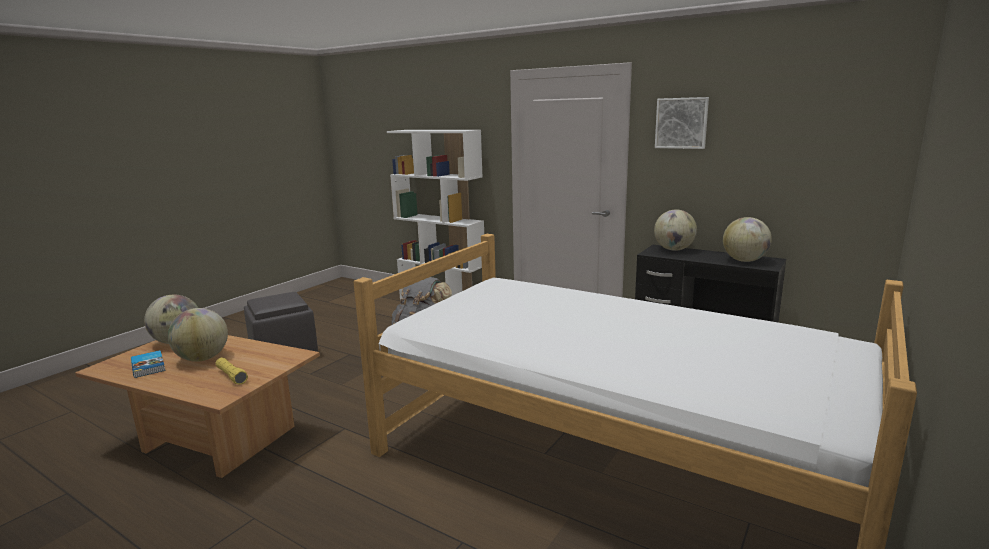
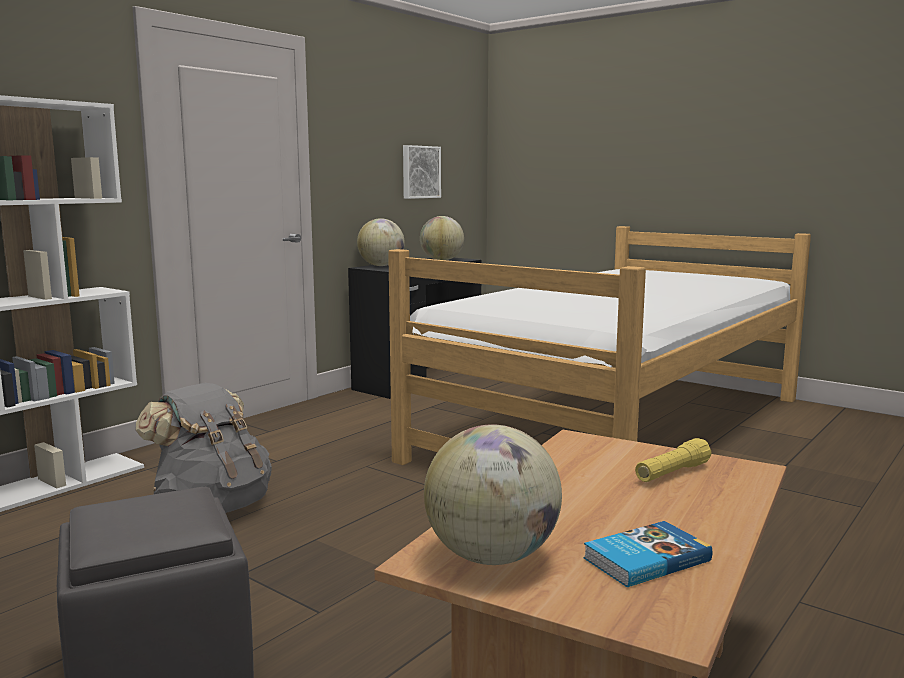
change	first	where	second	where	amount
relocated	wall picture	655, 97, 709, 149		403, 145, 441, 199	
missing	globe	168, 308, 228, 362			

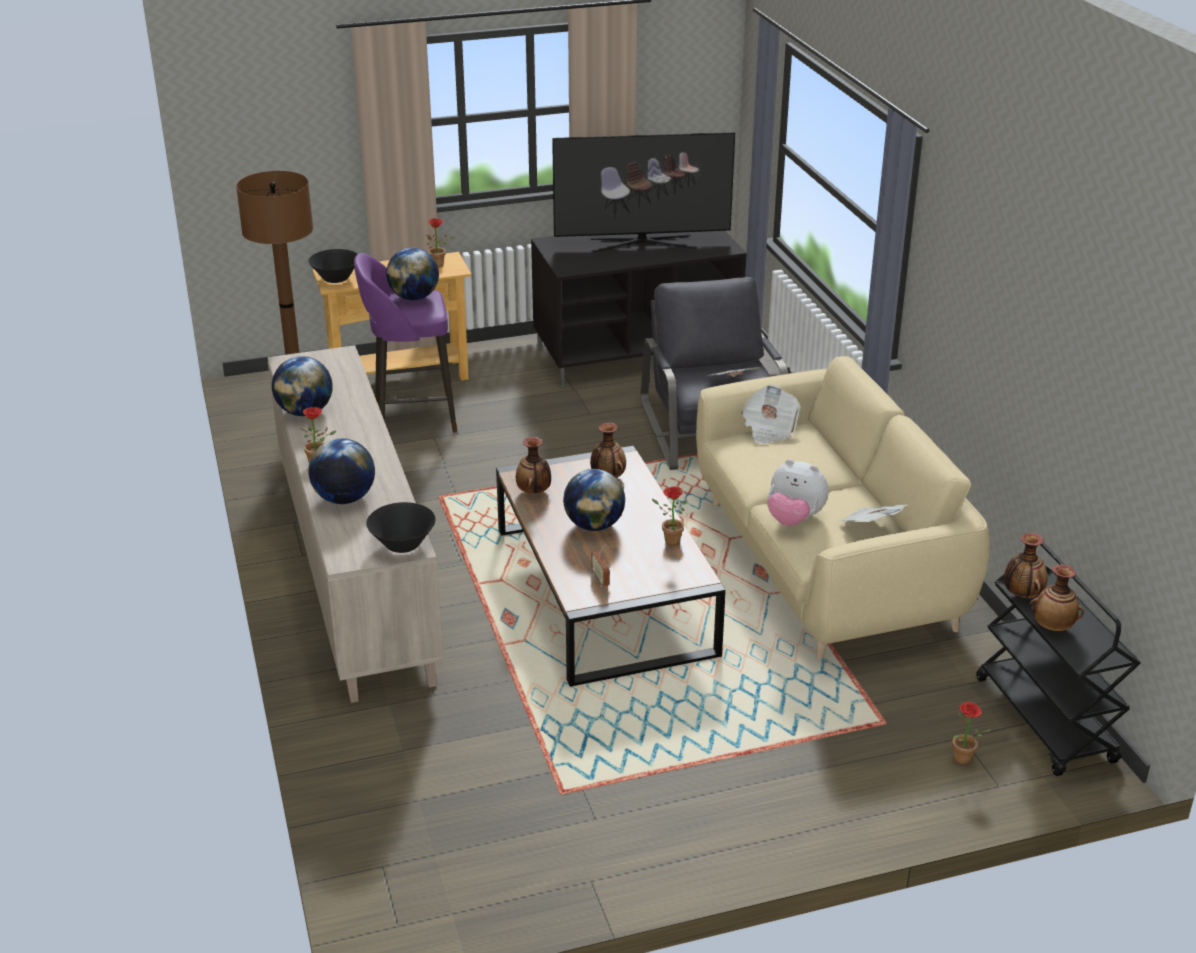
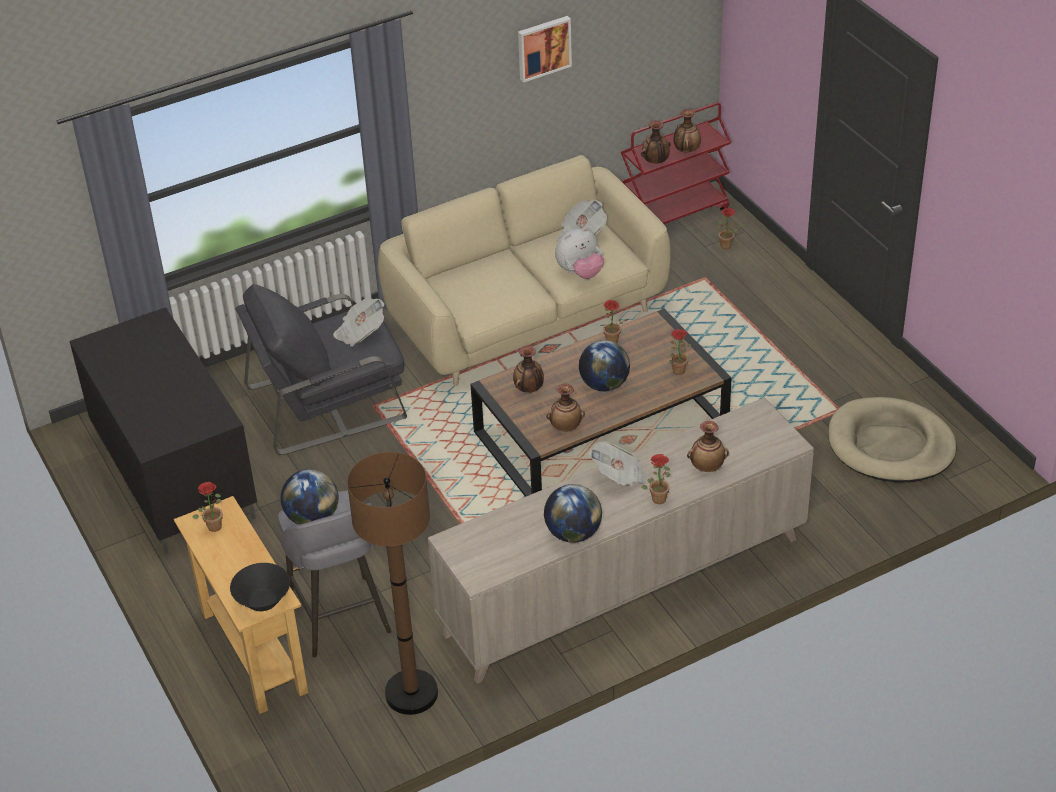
change	first	where	second	where	amount
colour	stool (purple-coloured)	354, 253, 457, 433	stool (gray)	278, 490, 392, 658	
appeared			wall picture	518, 16, 572, 83	
spun	plush toy	767, 459, 829, 526		555, 227, 604, 279	45 degrees clockwise
relocated	daily paper	741, 385, 801, 444		589, 441, 649, 486	
colour	wheeled cart (black-coloured)	976, 542, 1141, 776	wheeled cart (reddish)	621, 102, 731, 224	
exchanged	radio set	591, 544, 610, 587	houseplant	669, 329, 691, 375	
exchanged	globe	309, 438, 375, 504	flower vase	687, 421, 729, 472	
appeared			dog cushion (sand-coloured)	828, 397, 957, 482	
missing	serving bowl (black-coloured)	366, 502, 436, 553			
missing	television	552, 132, 735, 252			

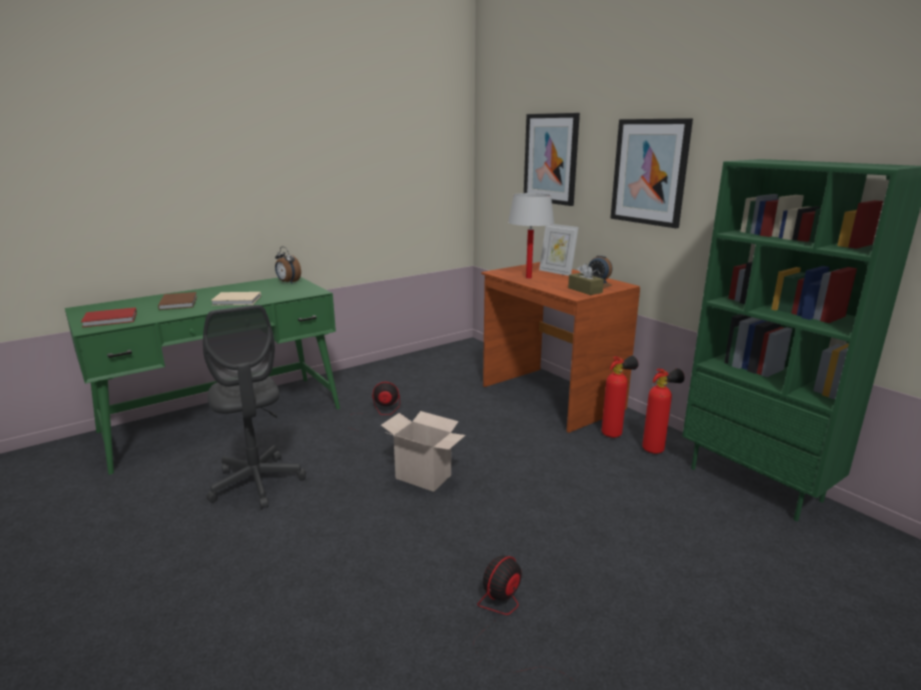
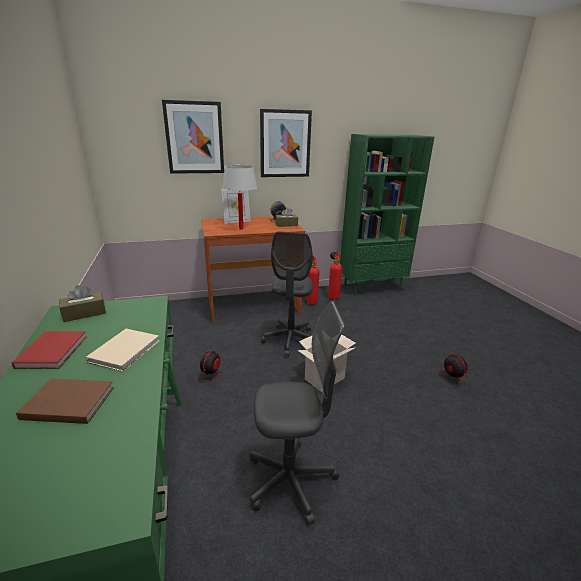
change	first	where	second	where	amount
relocated	volume (reddish)	81, 307, 137, 327		12, 331, 87, 369	
exchanged	table clock	275, 247, 301, 284	tissue holder (brownish)	59, 285, 106, 322	
appeared			office chair (gray)	261, 231, 313, 357	

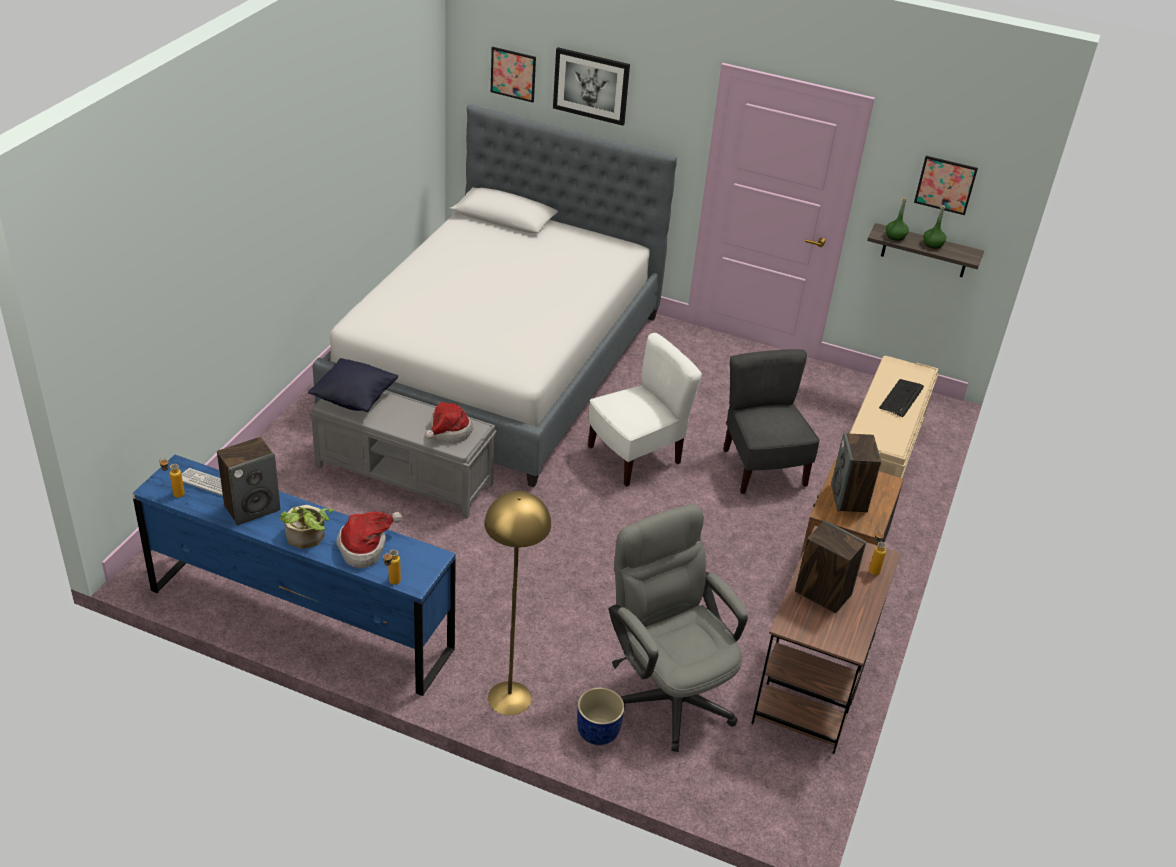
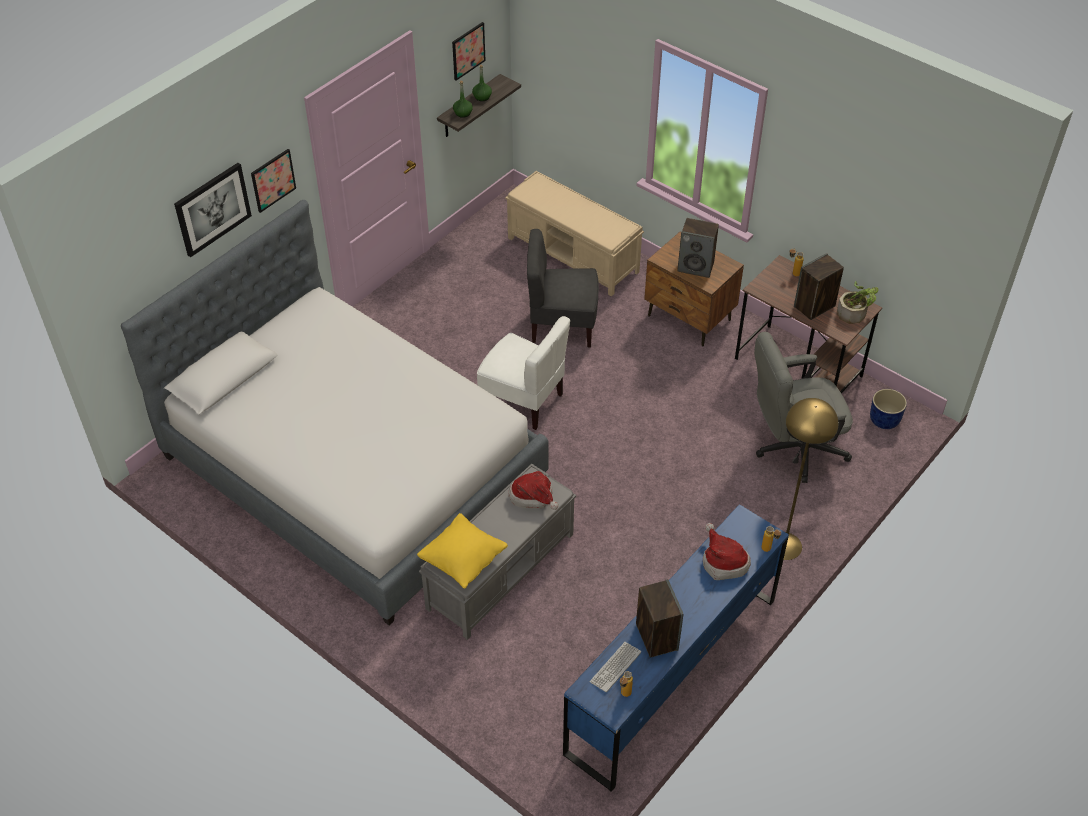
change	first	where	second	where	amount
relocated	wall picture	491, 47, 536, 102		251, 149, 296, 213	
colour	throw pillow (black-coloured)	308, 358, 398, 412	throw pillow (yellow)	417, 513, 508, 589	
spun	chair (whitish)	588, 333, 702, 486		477, 316, 570, 430	135 degrees clockwise
relocated	houseplant	280, 505, 334, 549		837, 281, 878, 324	
relocated	plant pot (blue)	577, 687, 625, 745		870, 389, 907, 429	
missing	keyboard	879, 379, 924, 417			

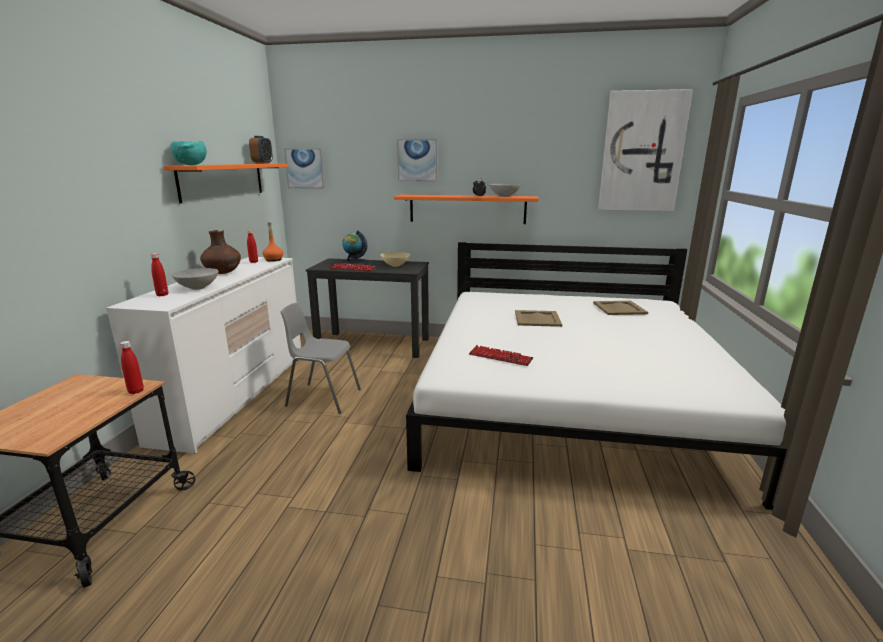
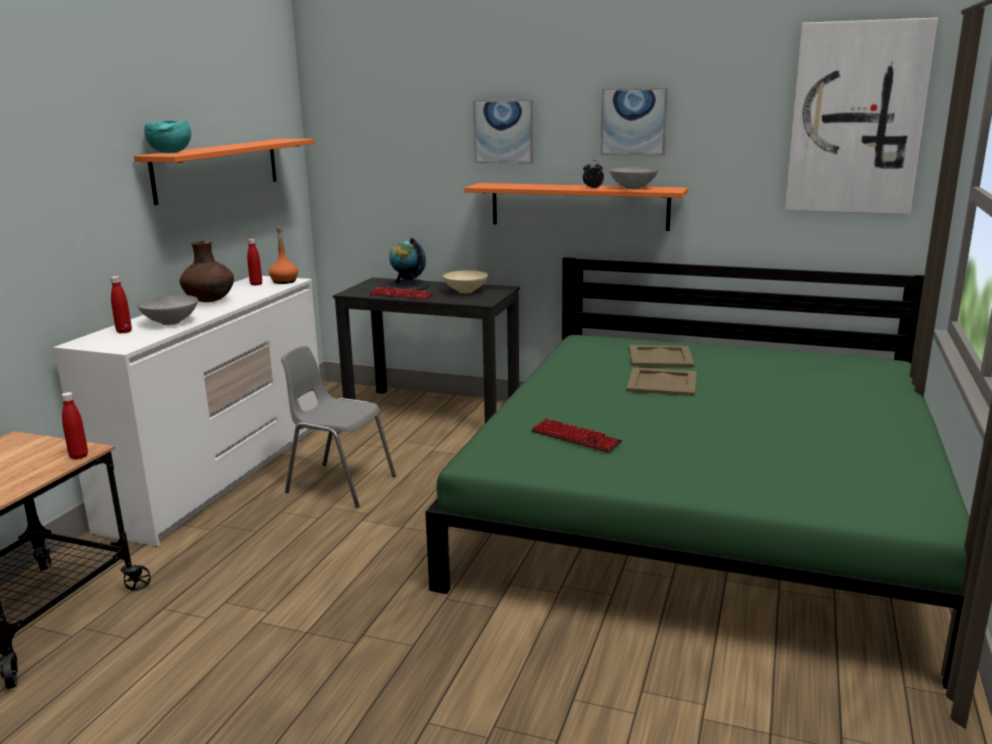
change	first	where	second	where	amount
colour	sleeping bed (whitish)	406, 242, 787, 510	sleeping bed (greenish)	425, 257, 970, 689	
relocated	wall picture	284, 148, 325, 189		601, 88, 668, 156	
relocated	serving tray (sand-coloured)	593, 301, 648, 315		629, 345, 694, 367	
missing	table clock	249, 136, 273, 164			

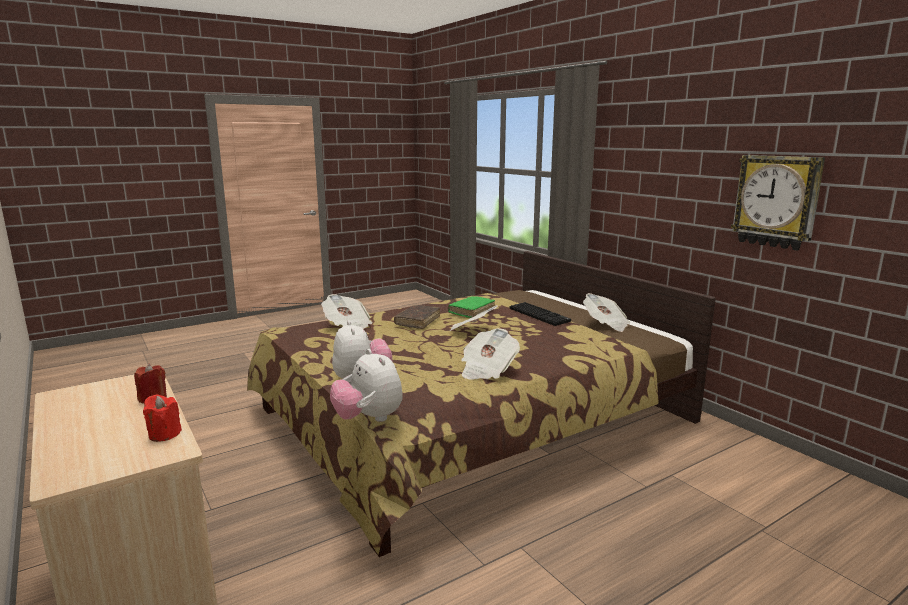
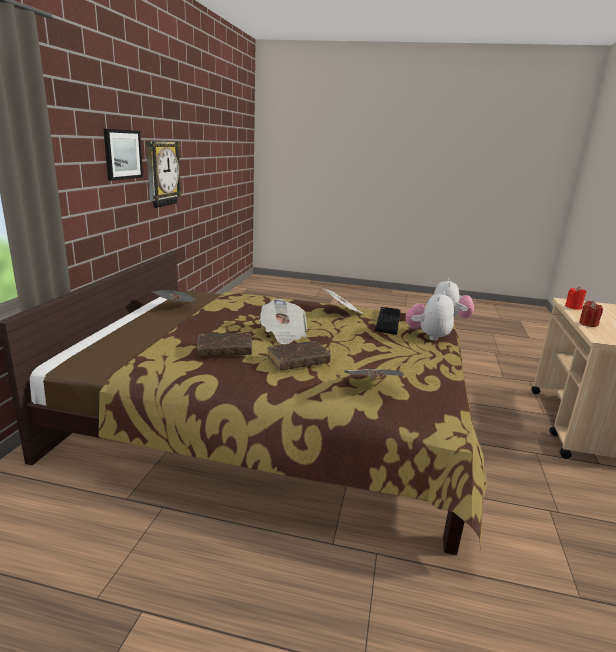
change	first	where	second	where	amount
appeared			wall picture	103, 129, 143, 181	
colour	volume (greenish)	448, 296, 495, 318	volume (brownish)	197, 333, 252, 357	
relocated	keyboard	510, 302, 571, 326		375, 307, 400, 335	

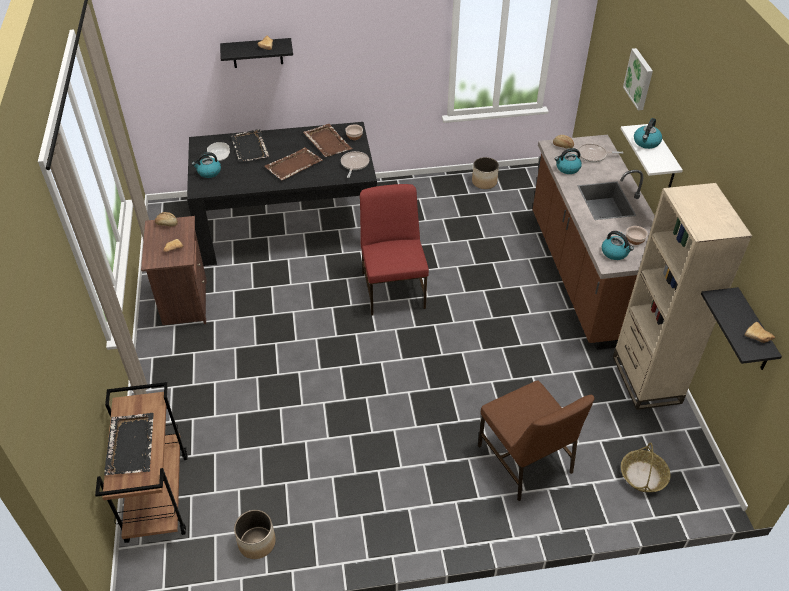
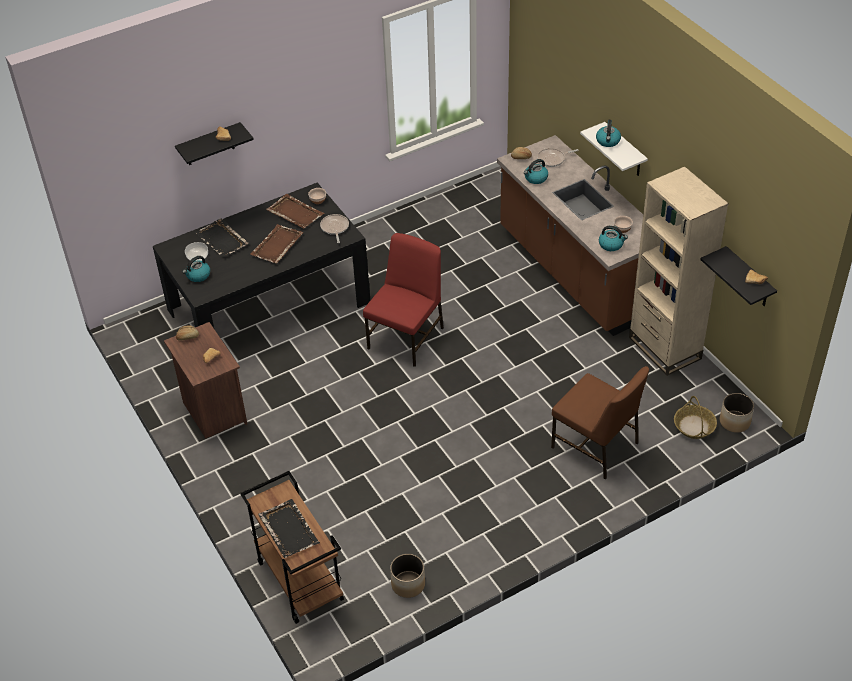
change	first	where	second	where	amount
spun	chair (reddish)	360, 184, 429, 316		363, 233, 444, 367	60 degrees clockwise
relocated	plant pot	472, 157, 499, 189		720, 393, 754, 433	
missing	wall picture	623, 48, 653, 110			

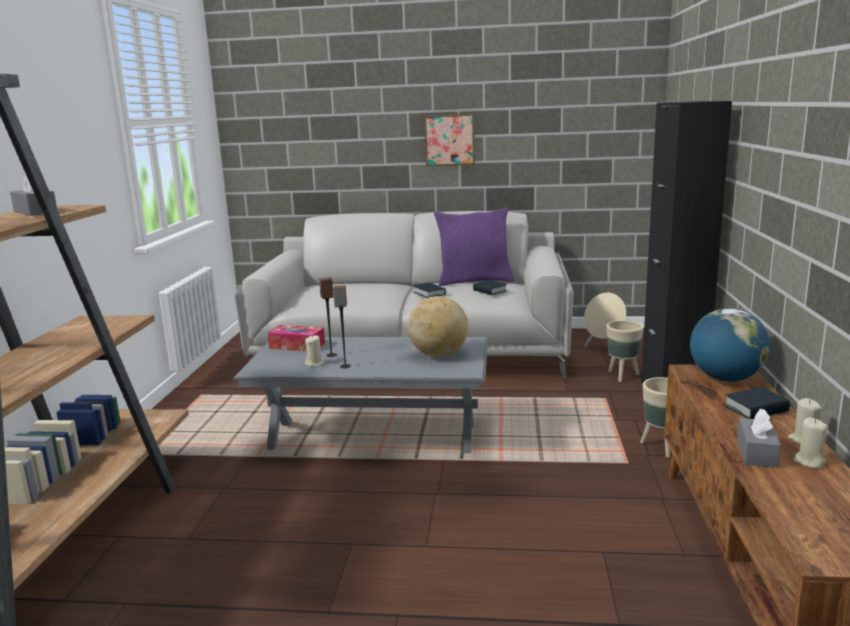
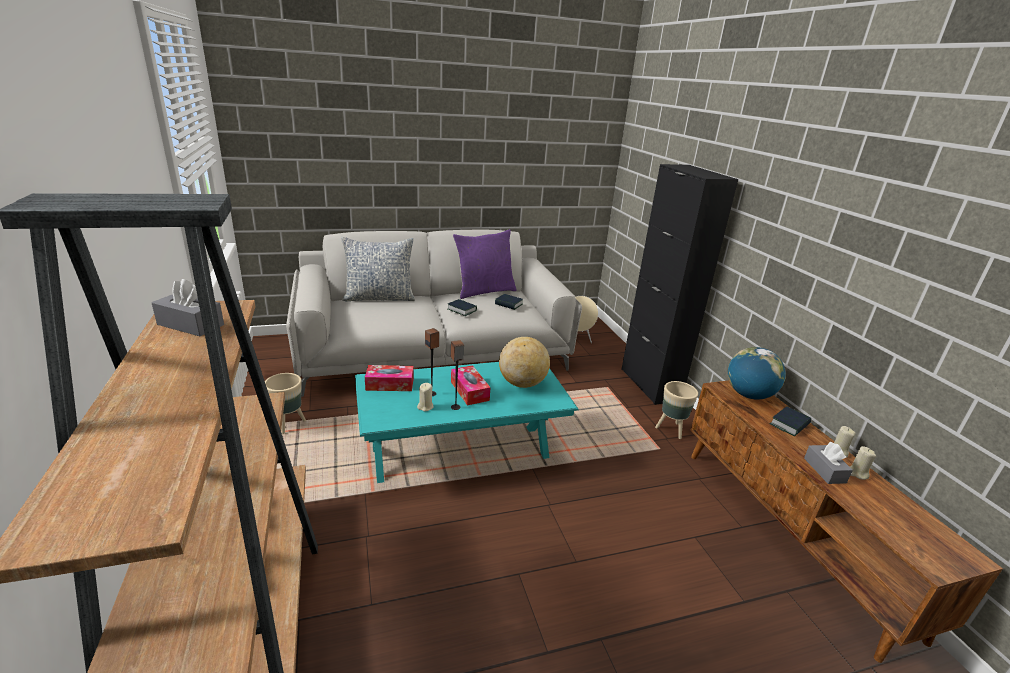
change	first	where	second	where	amount
relocated	plant pot (sand-coloured)	606, 320, 643, 382		265, 373, 306, 434	
appeared			throw pillow	341, 237, 415, 301	
colour	lounge table (gray)	233, 337, 488, 453	lounge table (turquoise)	355, 362, 579, 483	
appeared			tissue holder	451, 365, 490, 405	
missing	wall picture	424, 114, 475, 166			

